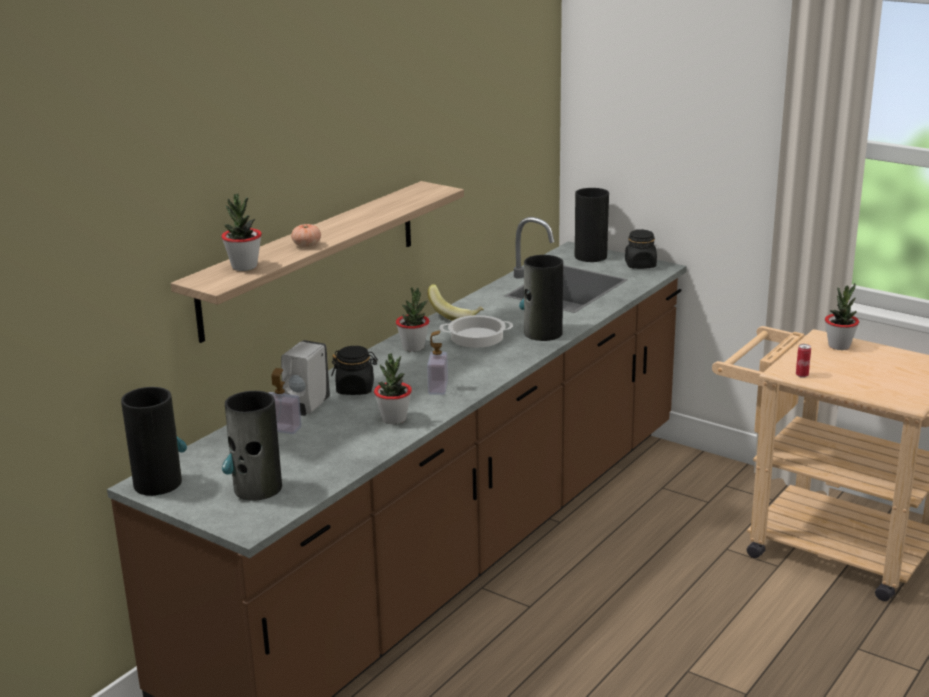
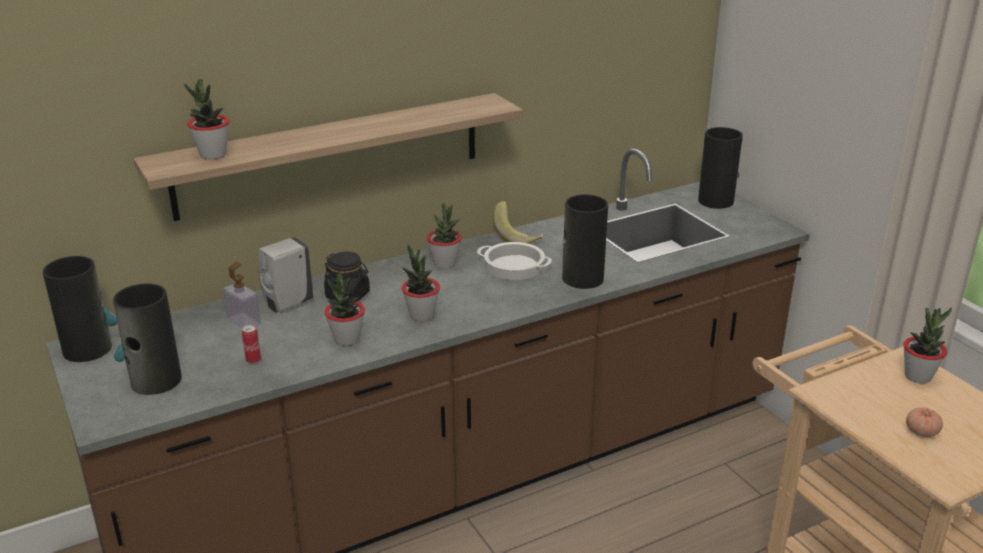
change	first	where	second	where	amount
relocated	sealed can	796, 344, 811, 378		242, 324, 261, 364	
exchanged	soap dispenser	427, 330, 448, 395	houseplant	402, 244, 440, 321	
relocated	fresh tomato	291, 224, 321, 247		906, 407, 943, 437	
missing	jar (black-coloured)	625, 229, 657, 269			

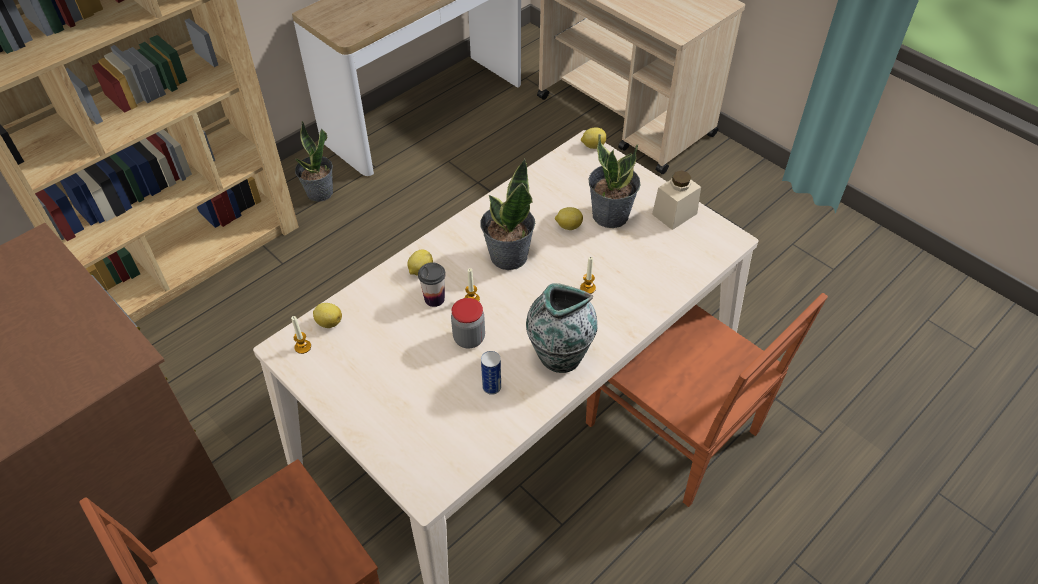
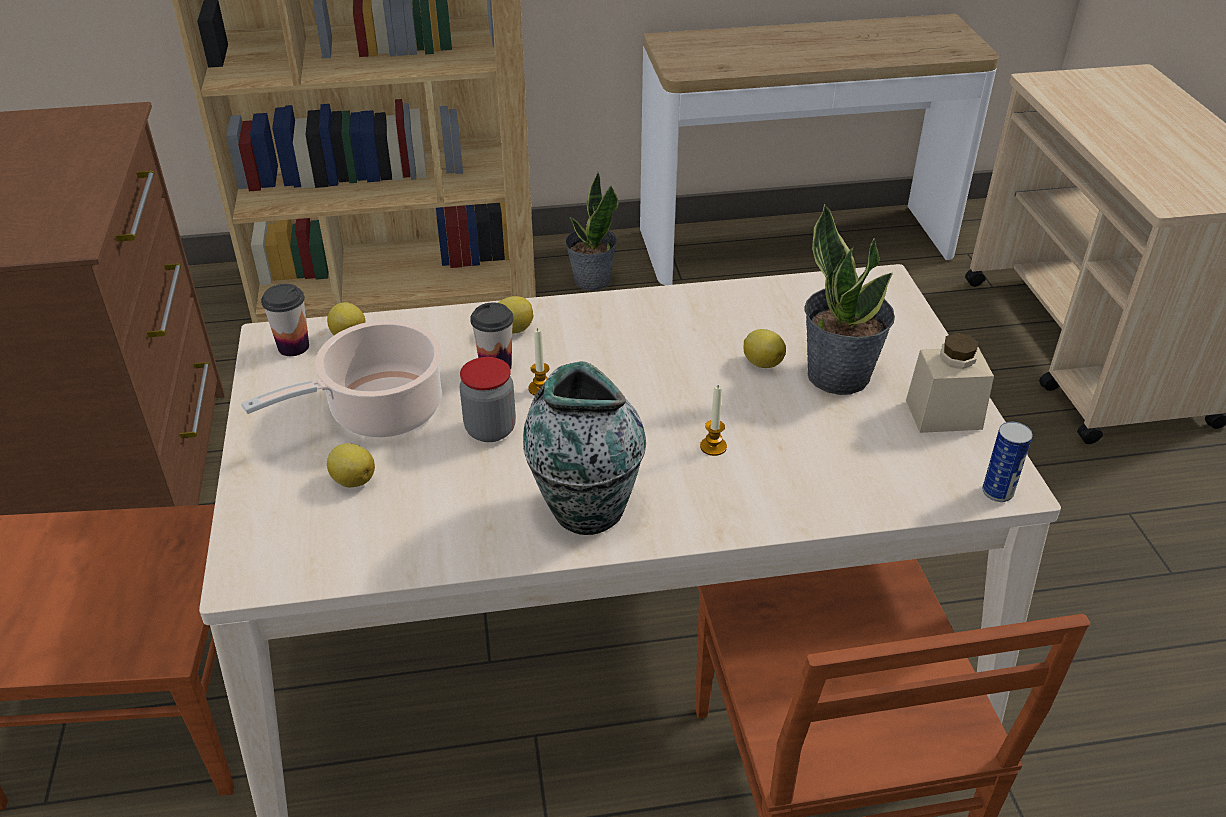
change	first	where	second	where	amount
appeared			saucepot	241, 320, 442, 437	
exchanged	wax candle	291, 316, 311, 354	cup	261, 284, 309, 356	
relocated	whole lemon	581, 127, 606, 149		327, 443, 375, 488	
relocated	sealed can	481, 351, 501, 395		982, 422, 1033, 502	
missing	houseplant	480, 159, 535, 270			

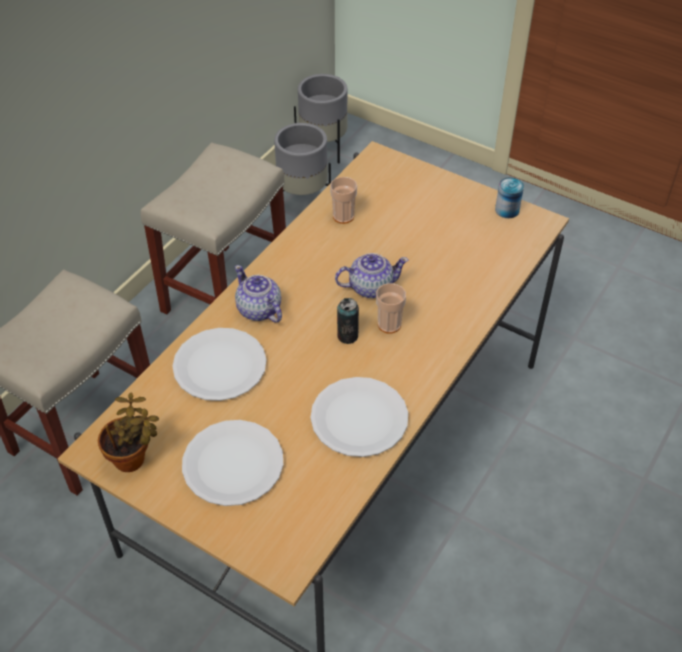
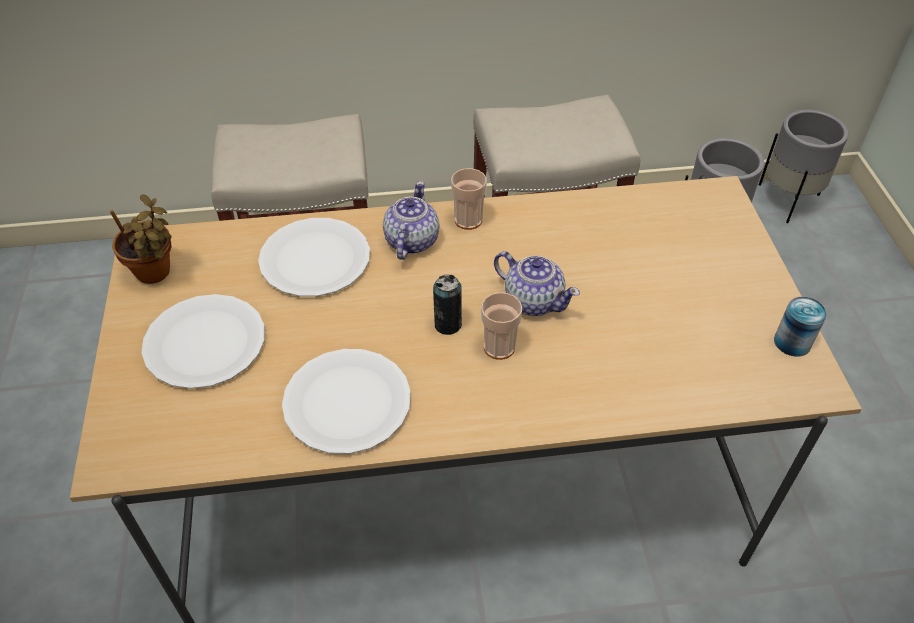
change	first	where	second	where	amount
relocated	cup	330, 177, 357, 224		451, 168, 487, 230	

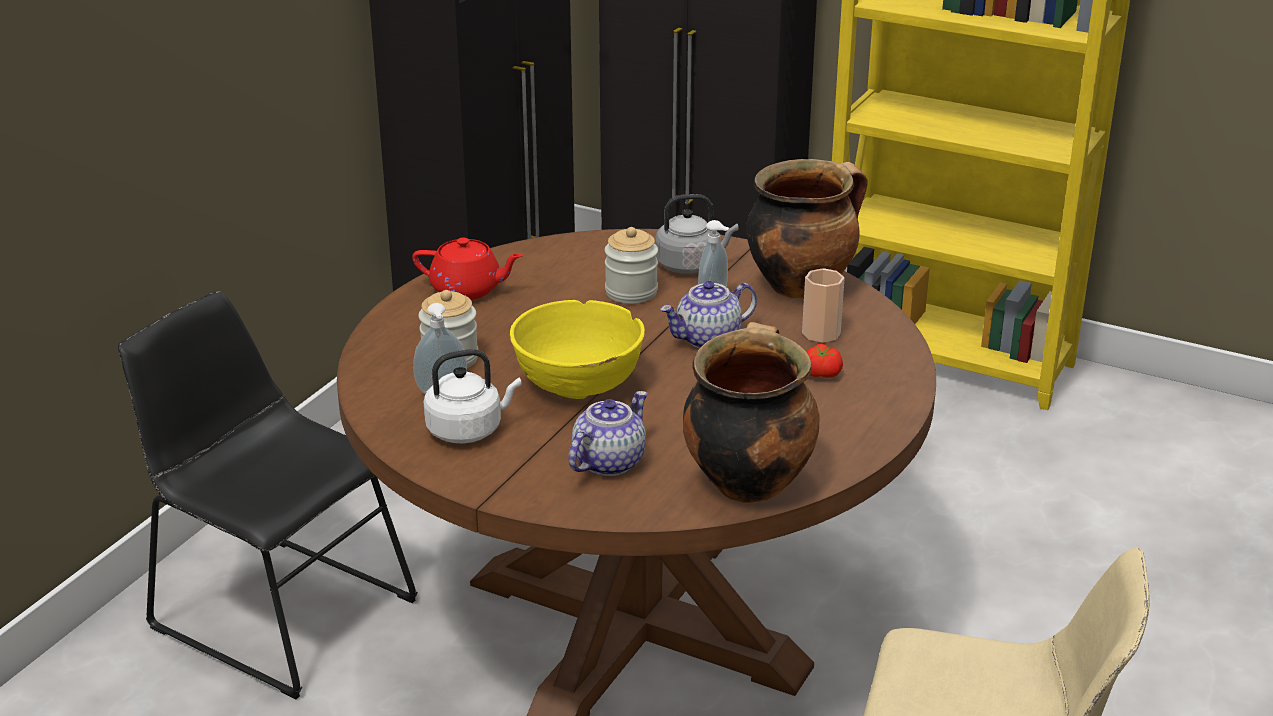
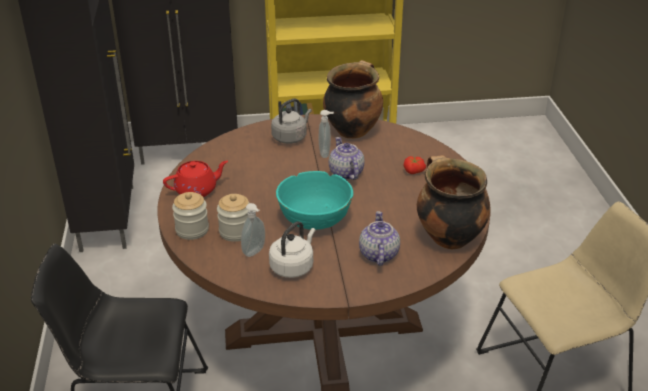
change	first	where	second	where	amount
relocated	jar	605, 227, 658, 304		172, 192, 209, 240	
colour	serving bowl (yellow)	510, 300, 645, 399	serving bowl (turquoise)	276, 171, 353, 230	
spun	pot for tea	660, 281, 757, 348		329, 137, 365, 180	135 degrees clockwise
missing	cup	802, 268, 844, 343			

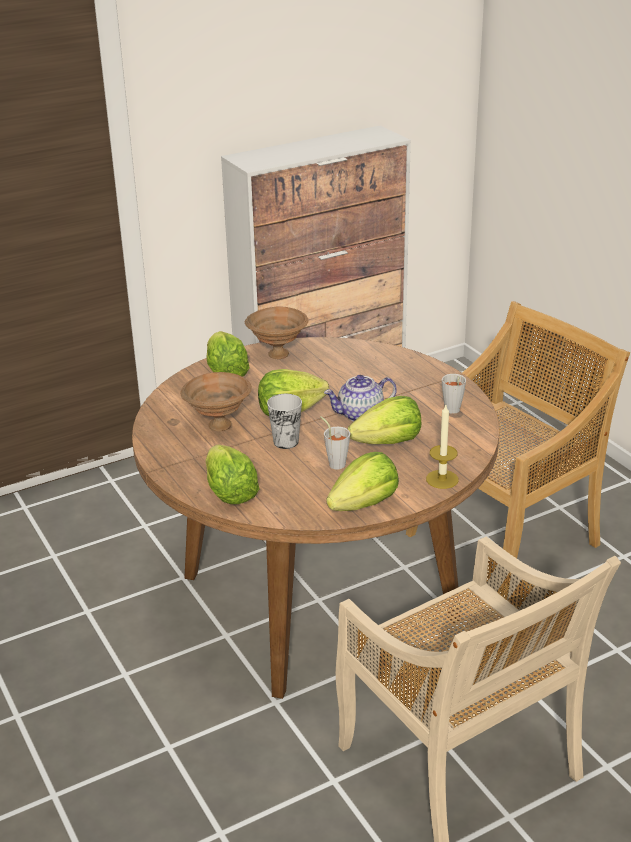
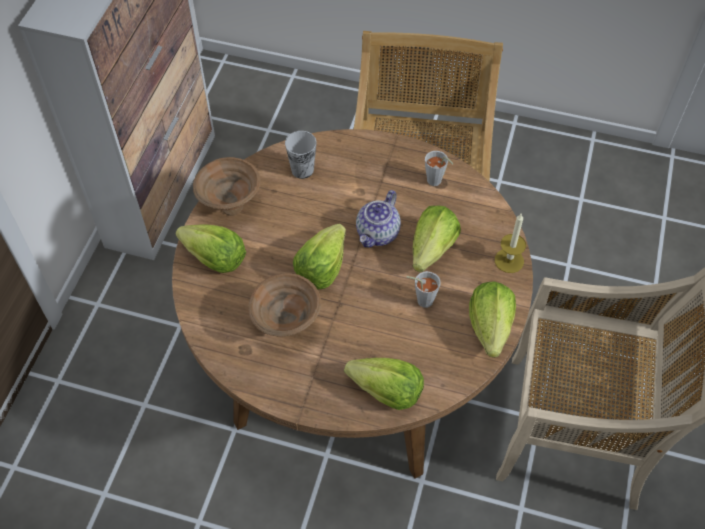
change	first	where	second	where	amount
relocated	cup	267, 394, 302, 449		285, 131, 316, 179	

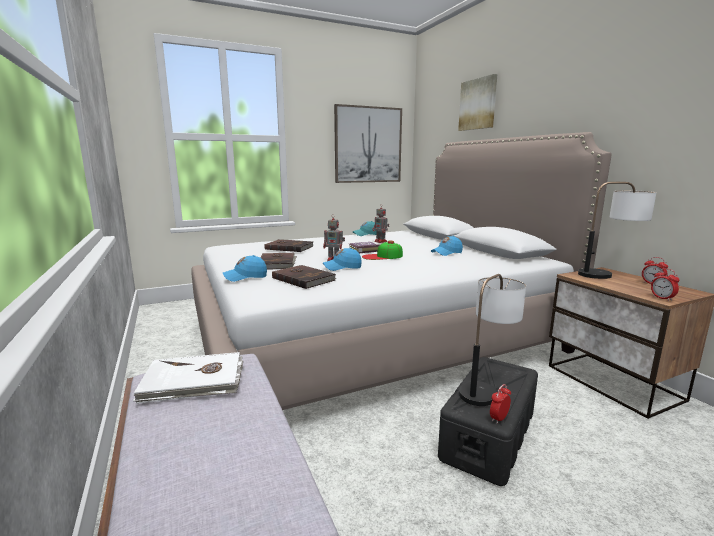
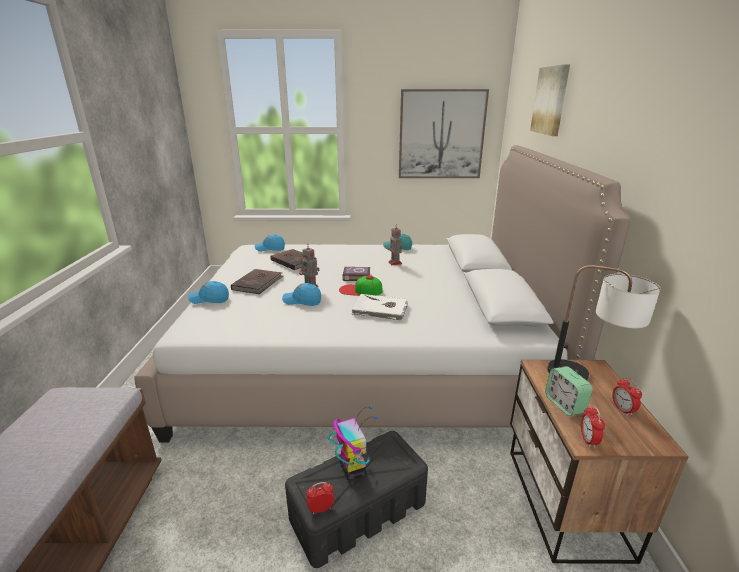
change	first	where	second	where	amount
relocated	cap (blue)	431, 236, 463, 256		255, 234, 285, 252	
exchanged	tabletop lamp	459, 274, 526, 406	toy robot	328, 406, 378, 480	
relocated	volume (whitish)	133, 352, 243, 404		351, 294, 408, 320	
appeared			table clock	545, 366, 593, 416	
missing	volume (brownish)	272, 265, 336, 289			

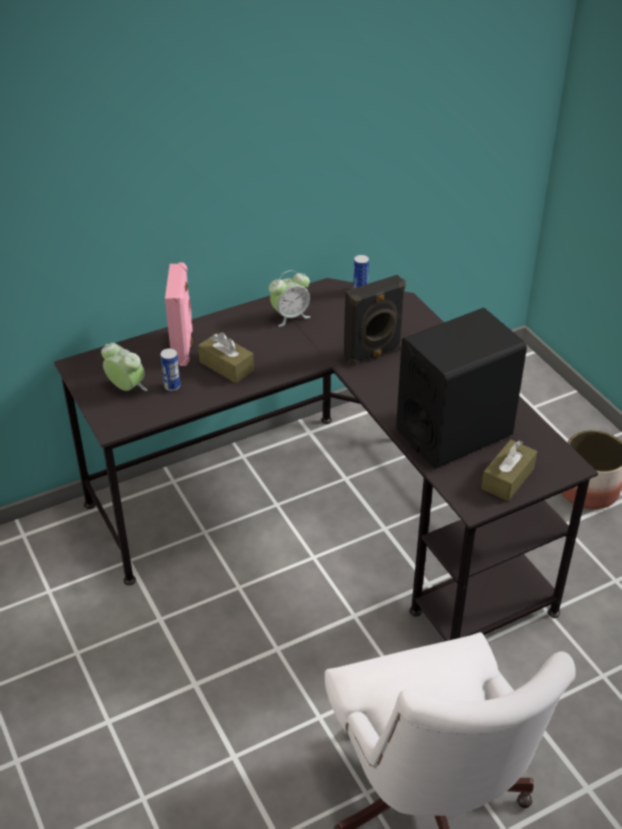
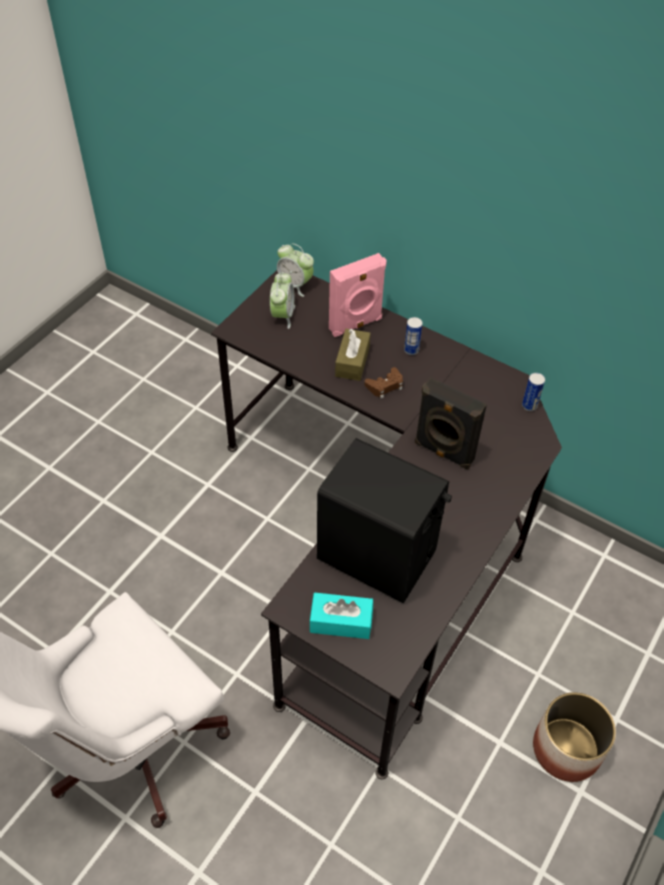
change	first	where	second	where	amount
relocated	table clock	269, 270, 311, 327		277, 243, 314, 297	
colour	tissue holder (brownish)	481, 439, 537, 501	tissue holder (turquoise)	310, 592, 373, 639	
appeared			joypad (brownish)	365, 367, 403, 398	
relocated	sealed can	160, 348, 180, 391		404, 317, 423, 355	

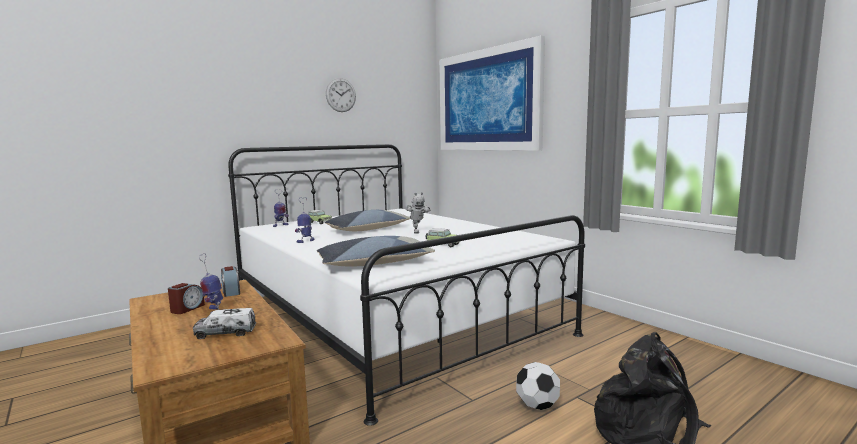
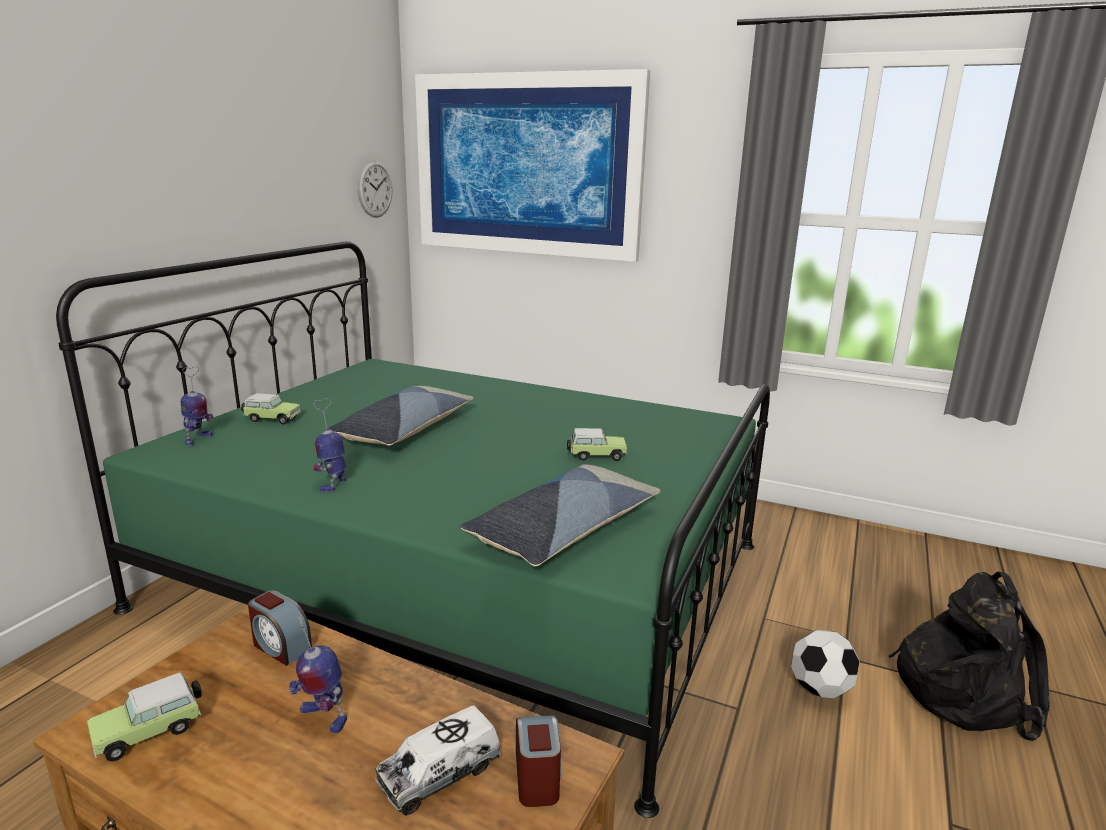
change	first	where	second	where	amount
colour	sleeping bed (whitish)	228, 144, 585, 426	sleeping bed (greenish)	56, 241, 770, 818	
appeared			miniature car	87, 673, 202, 762	
relocated	wall clock	326, 78, 356, 112		357, 160, 393, 218	
relocated	table clock	168, 283, 205, 314		516, 715, 561, 807	
missing	toy robot	406, 192, 430, 234			

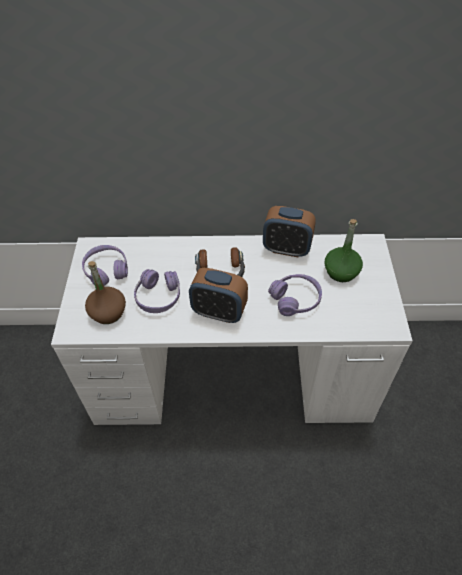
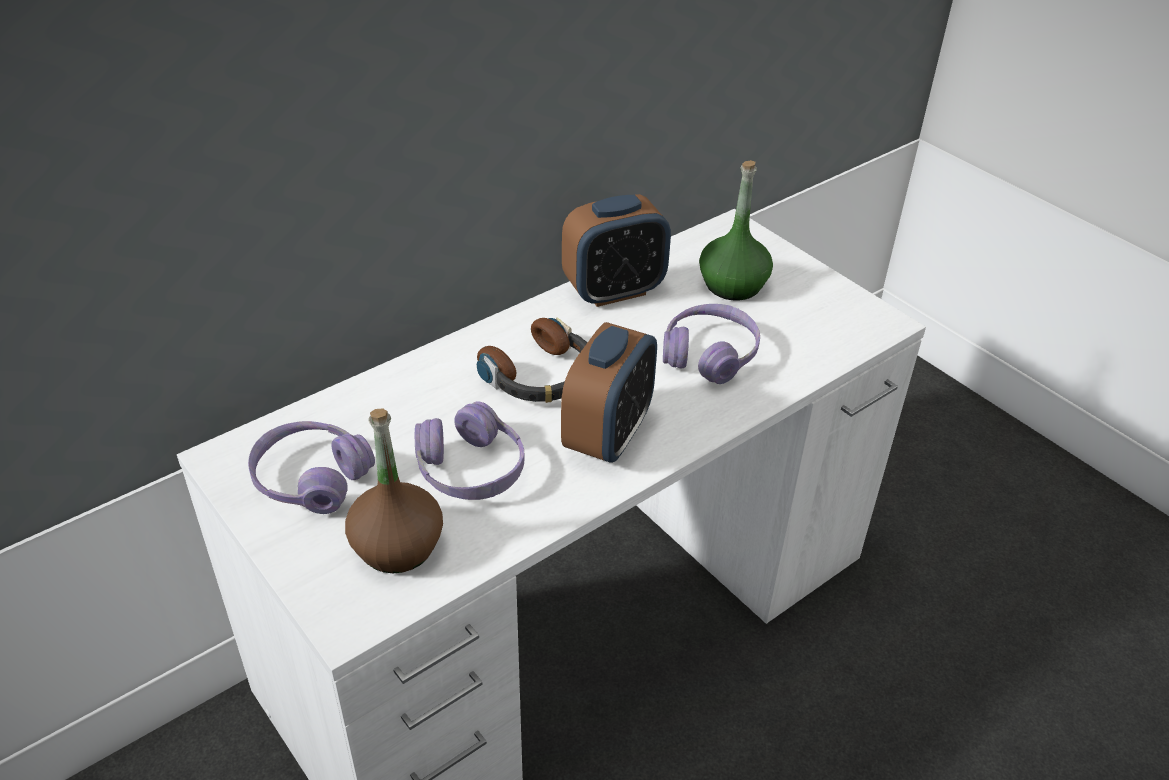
change	first	where	second	where	amount
spun	table clock	189, 268, 248, 323		561, 322, 657, 463	45 degrees counterclockwise

